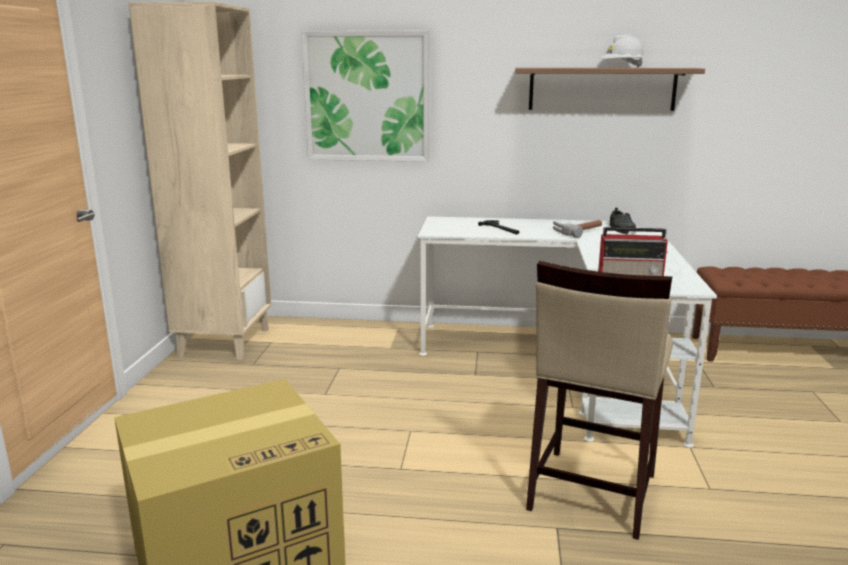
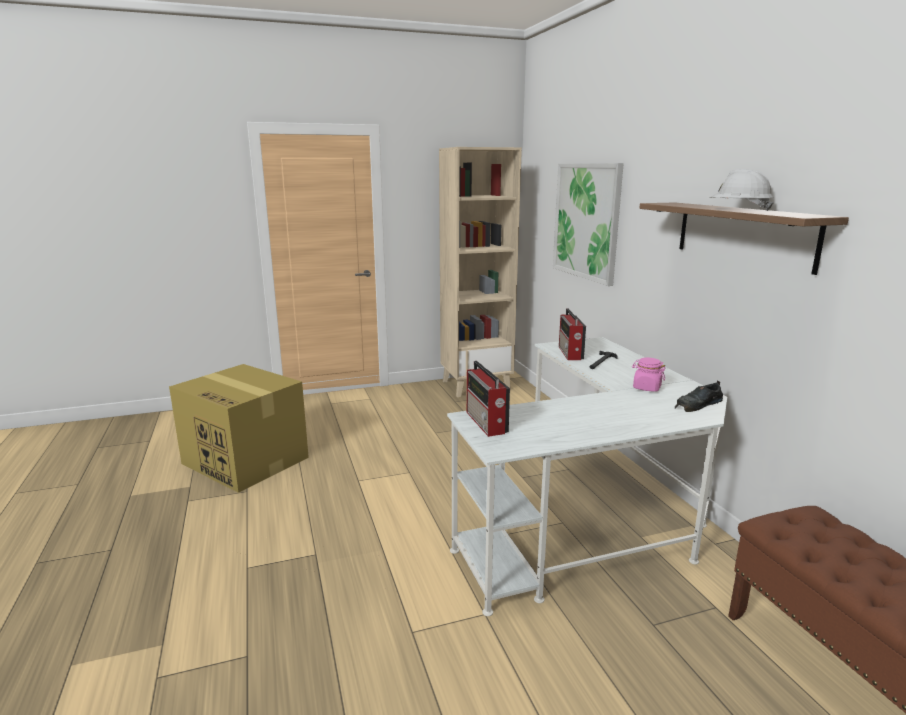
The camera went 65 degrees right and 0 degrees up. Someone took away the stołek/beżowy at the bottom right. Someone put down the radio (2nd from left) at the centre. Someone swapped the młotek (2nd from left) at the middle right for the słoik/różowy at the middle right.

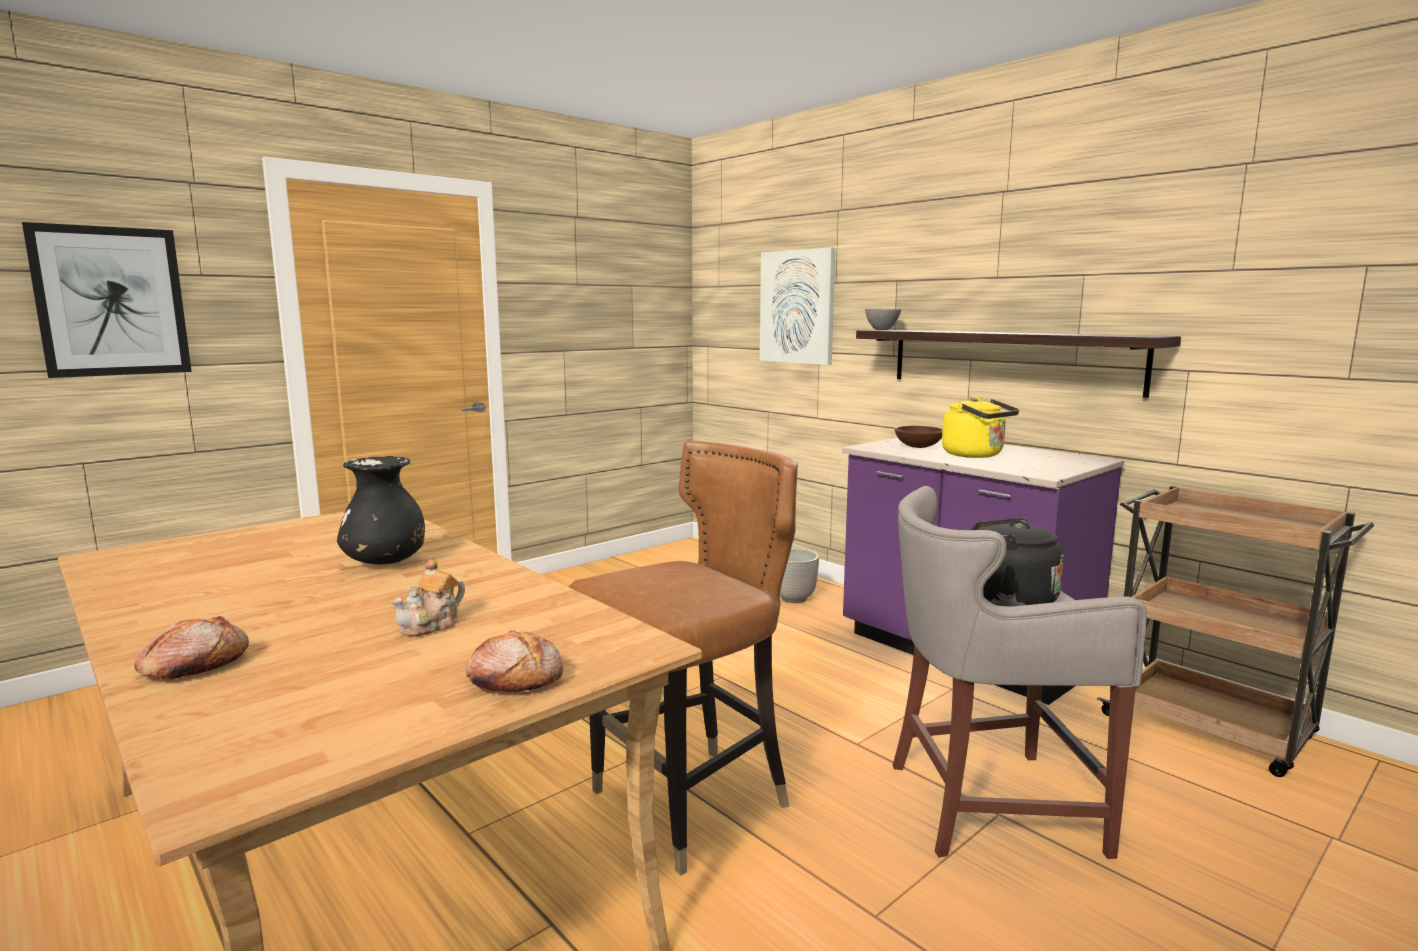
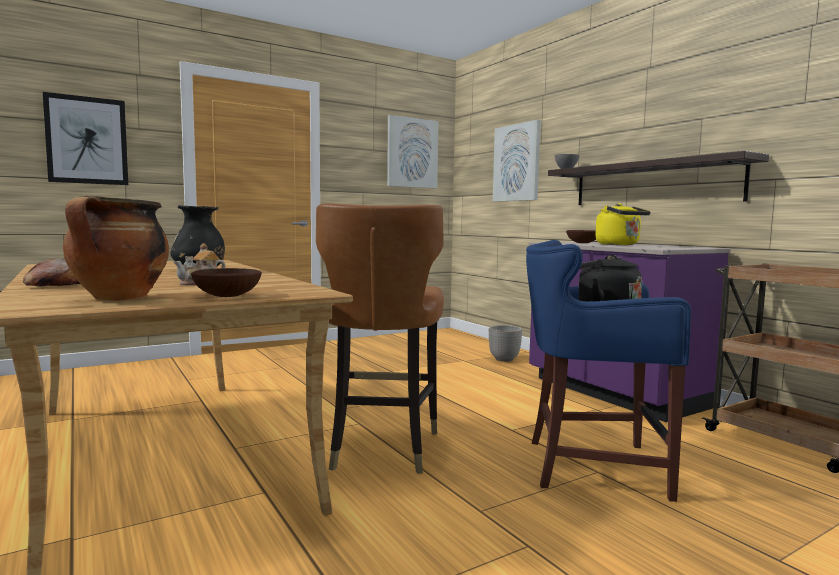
The camera went 10 degrees right and 5 degrees down. Someone put down the garnek at the middle left. Someone put up the obraz (2nd from left) at the top centre. Someone swapped the chleb (2nd from left) at the bottom centre for the miska/brązowy (1st from left) at the middle left. Someone repainted the stołek/szary at the bottom right, which became the stołek/niebieski at the middle right. Someone rotated the krzesło/brązowy at the bottom centre by 120 degrees clockwise.

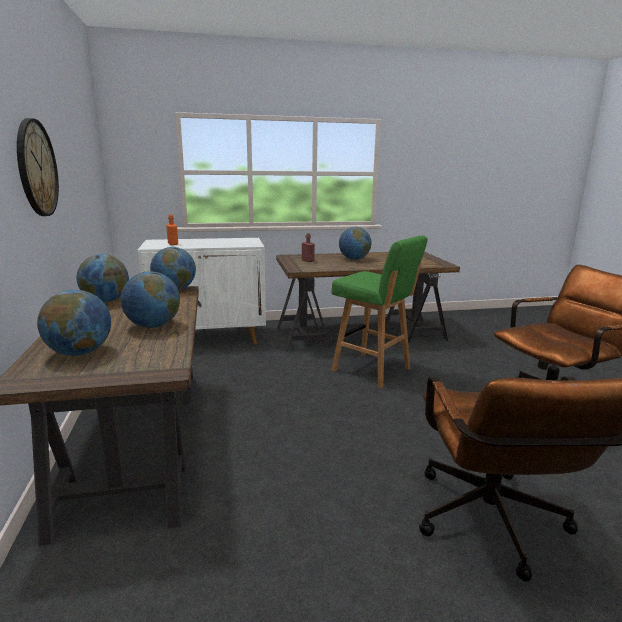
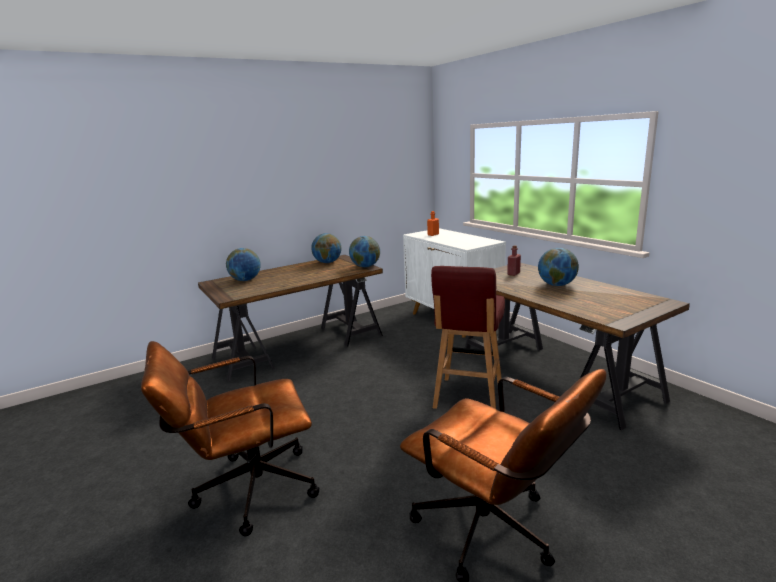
The camera went 70 degrees right and 0 degrees up. Someone took away the zegar ścienny at the top left. Someone took away the globus (3rd from left) at the middle left. Someone repainted the stołek/zielony at the centre, which became the stołek/czerwony at the centre.

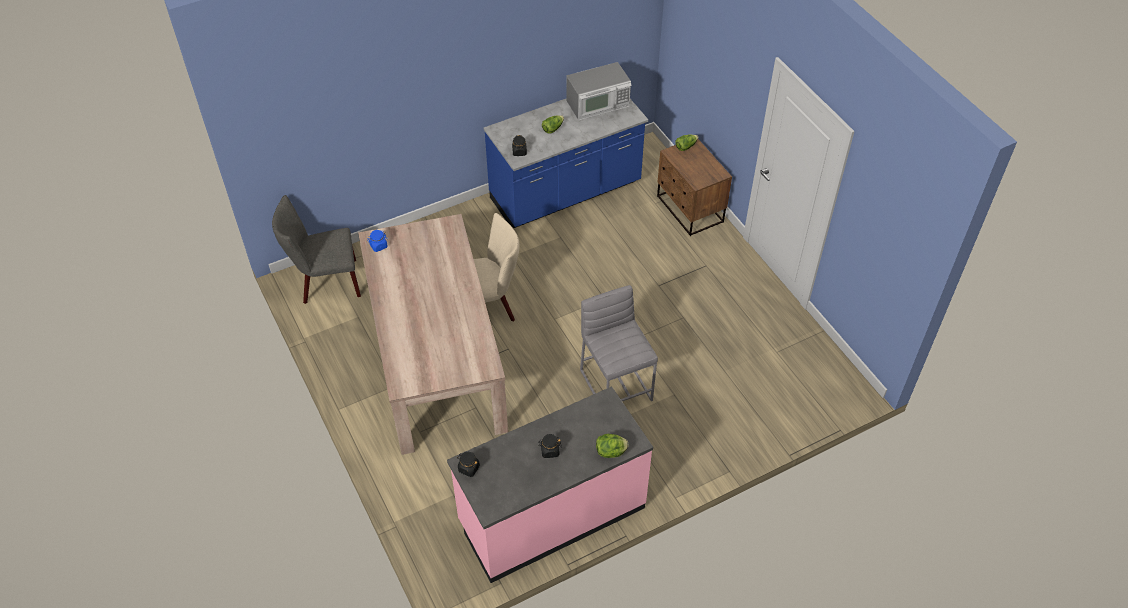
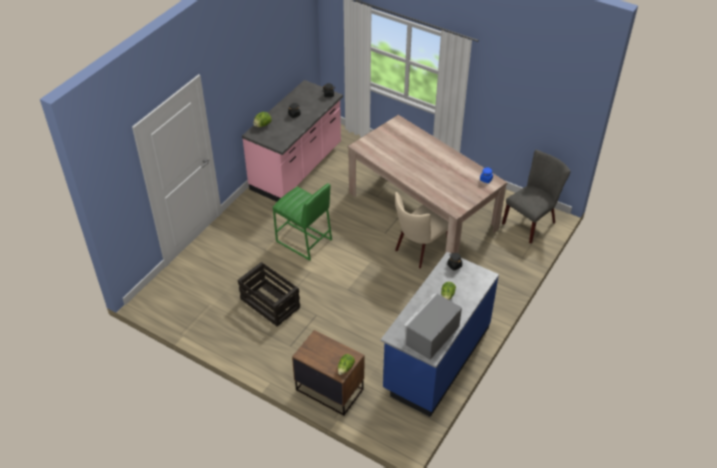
The camera went 150 degrees right and 5 degrees down. Someone put down the skrzynka at the centre. Someone repainted the stołek/szary at the centre, which became the stołek/zielony at the centre.

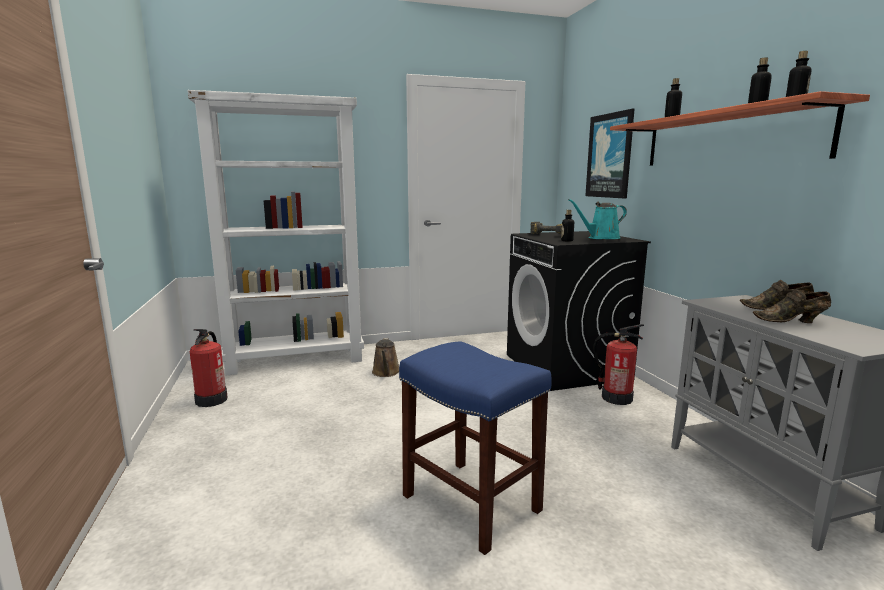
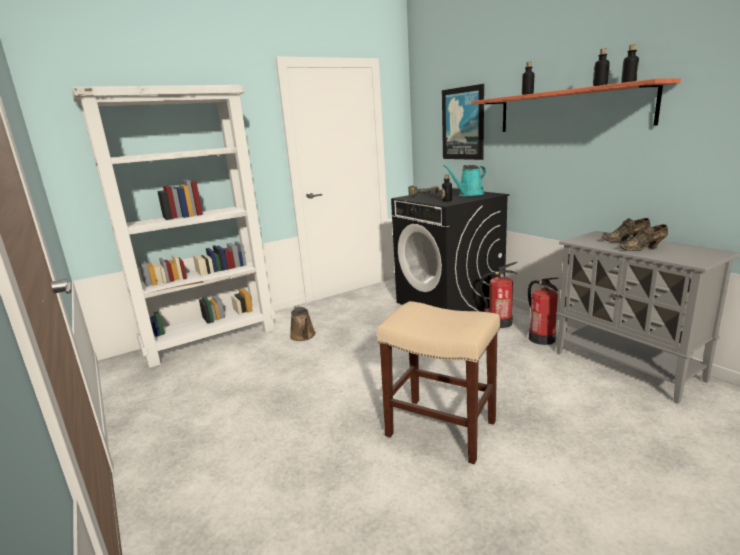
The camera went 15 degrees left and 5 degrees up. Someone carried the gaśnica (1st from left in the first image) from the middle left to the middle right. Someone repainted the stołek/niebieski at the bottom centre, which became the stołek/beżowy at the bottom centre.

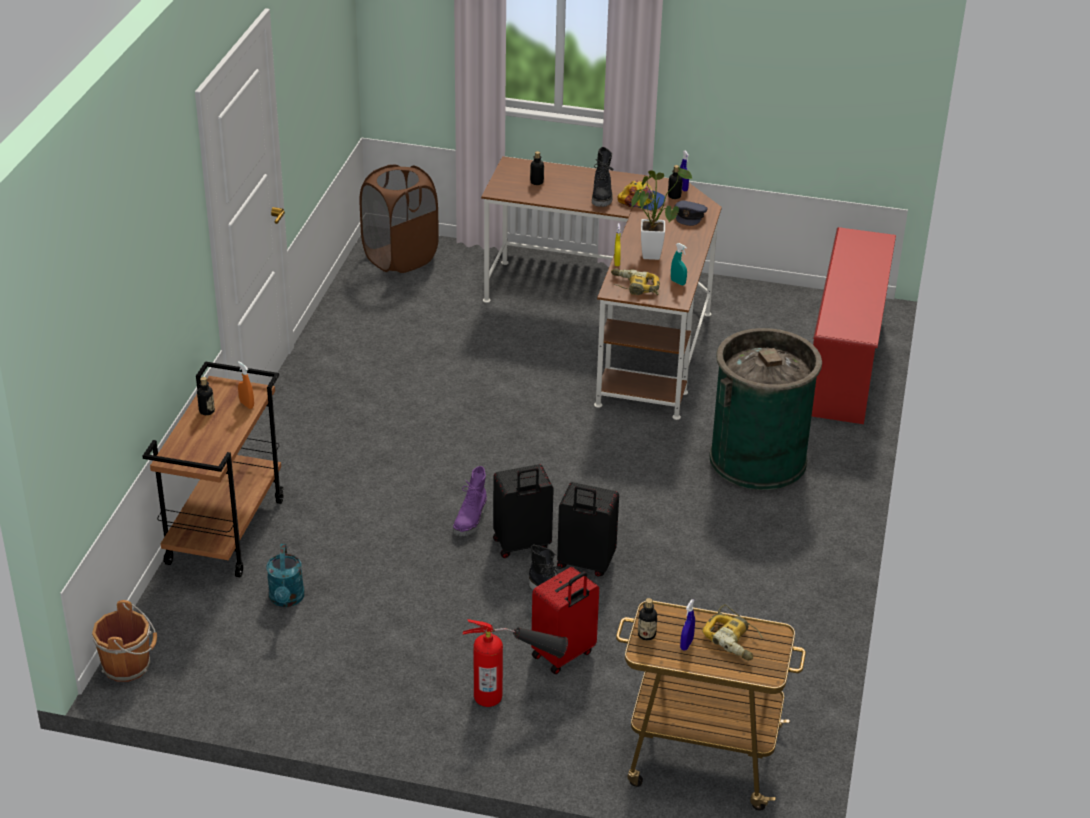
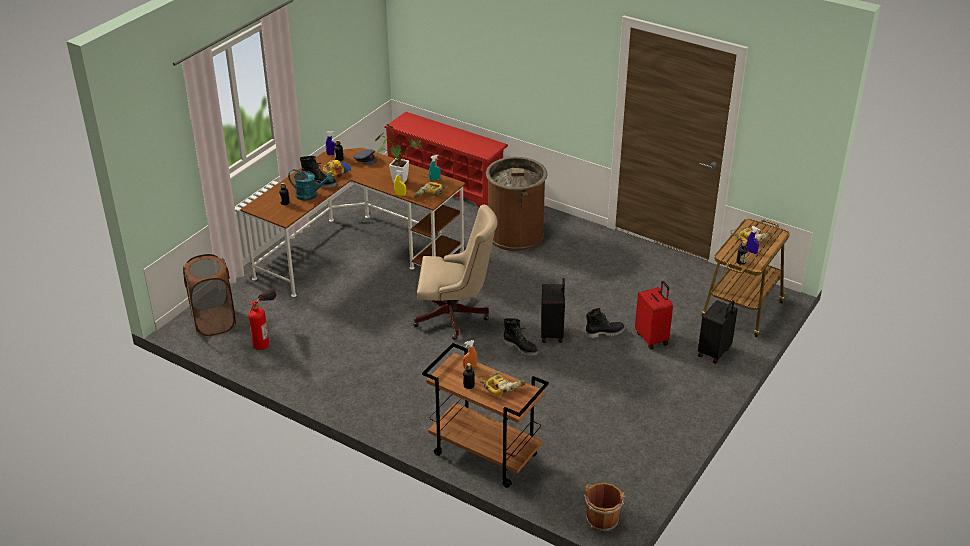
The camera went 70 degrees left and 0 degrees up. Someone put down the krzesło biurowe/beżowy at the centre. Someone put down the wiertarka (2nd from left) at the bottom centre. Someone carried the konewka/turkusowy from the bottom left to the middle left. Someone carried the gaśnica from the bottom centre to the middle left. Someone carried the walizka/czarny (2nd from left) from the centre to the middle right. Someone repainted the but z cholewką/fioletowy at the centre, which became the but z cholewką/czarny (2nd from left) at the centre. Someone repainted the kosz na śmieci/zielony at the middle right, which became the kosz na śmieci/brązowy at the centre.

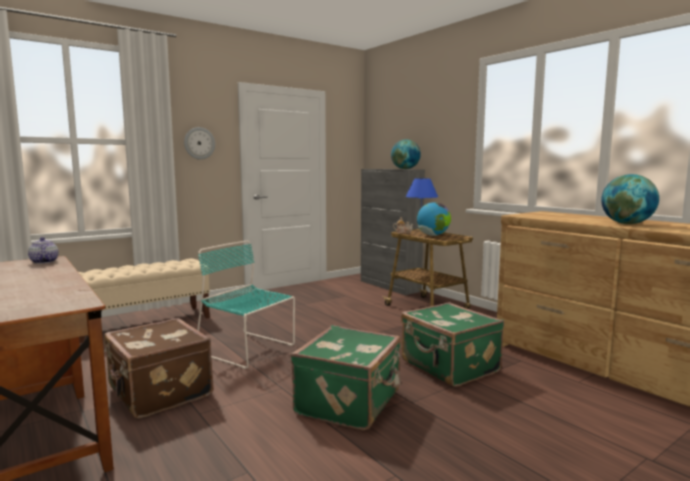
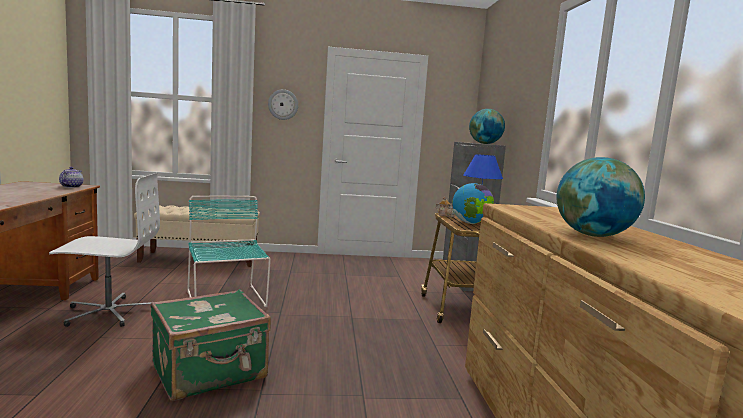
The camera went 30 degrees right and 0 degrees up. Someone took away the walizka/zielony (2nd from left) at the bottom centre. Someone swapped the walizka/brązowy at the bottom left for the krzesło biurowe/biały at the middle left.

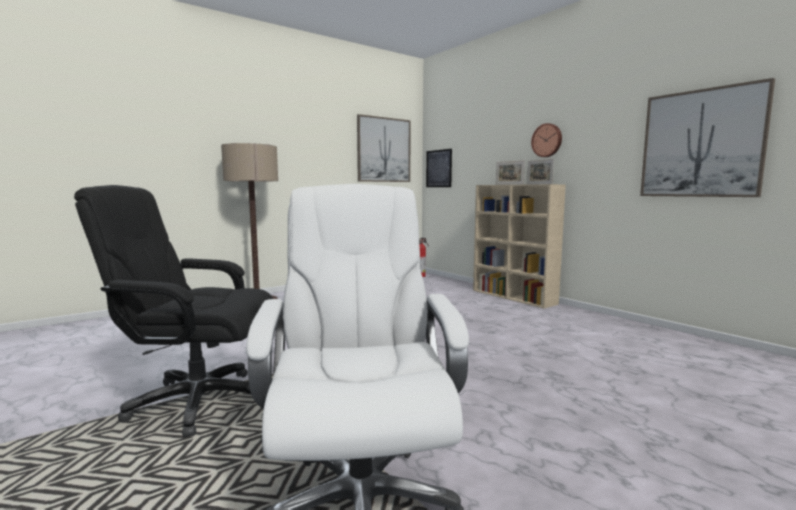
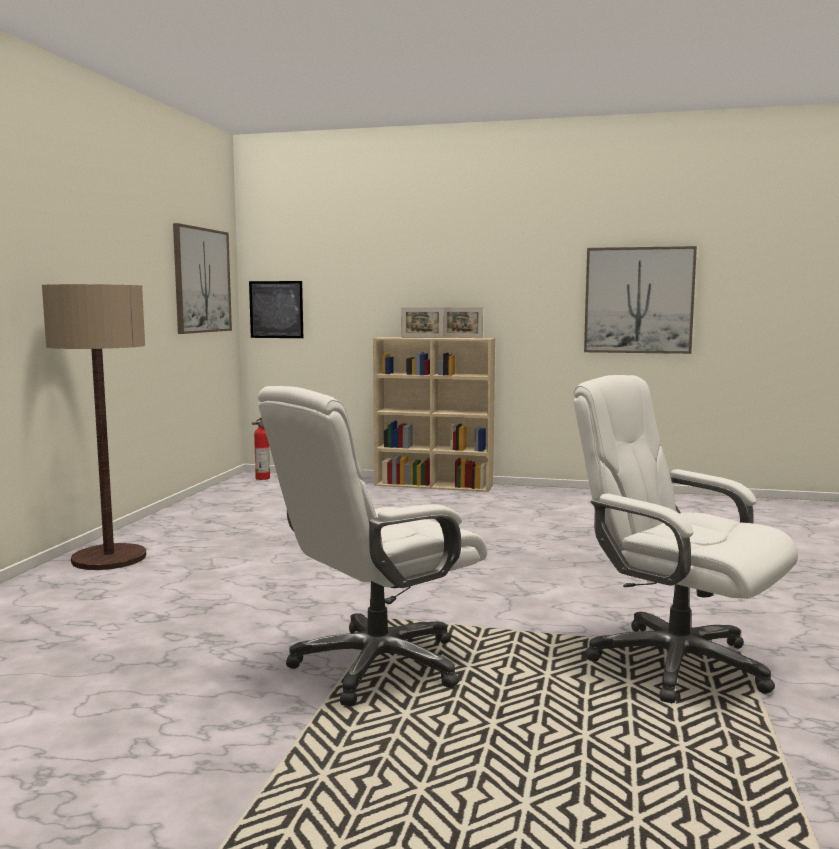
The camera went 40 degrees left and 0 degrees up. Someone took away the zegar ścienny at the top right. Someone repainted the krzesło biurowe/czarny at the middle left, which became the krzesło biurowe/biały (1st from left) at the centre.

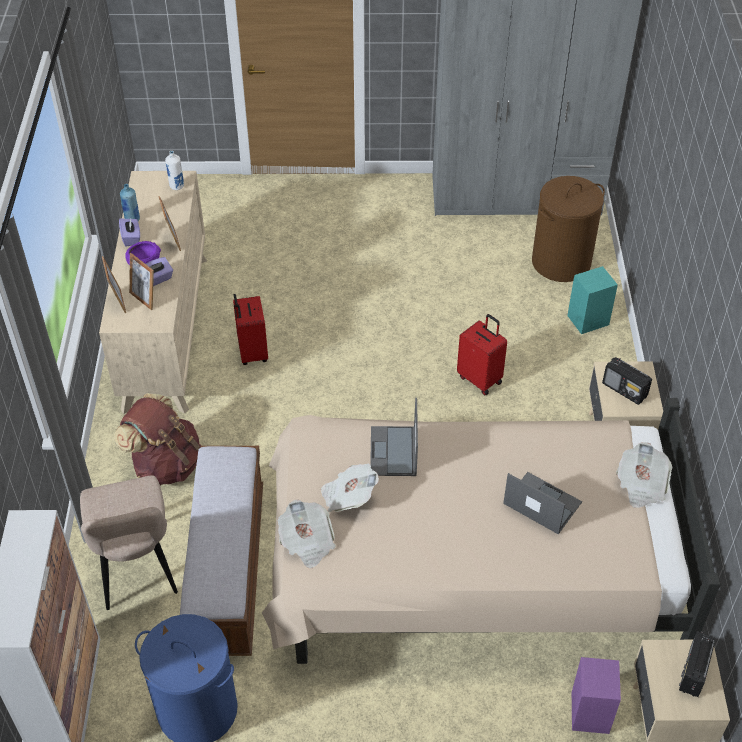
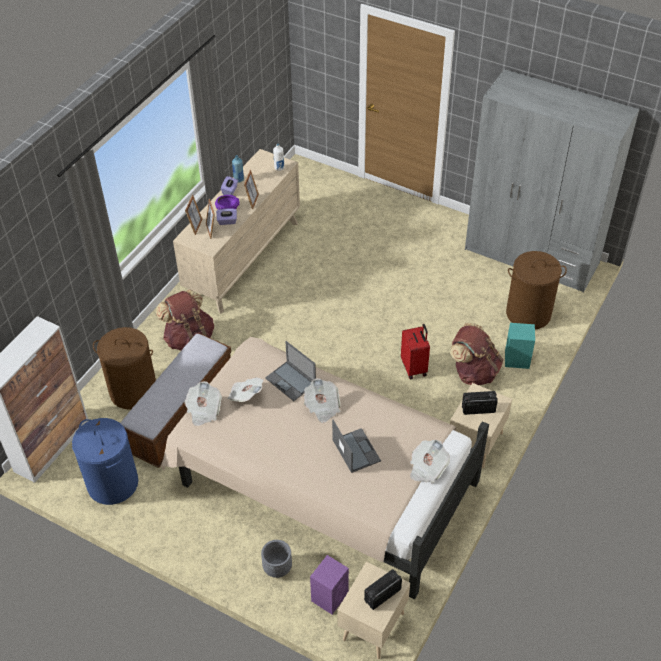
The camera went 30 degrees right and 0 degrees up. Someone took away the walizka/czerwony (1st from left) at the centre. Someone put down the donica/szary at the bottom centre. Someone put down the gazeta (3rd from left) at the centre. Someone put down the plecak/brązowy (2nd from left) at the middle right. Someone swapped the krzesło/beżowy at the bottom left for the kosz na pranie/brązowy (1st from left) at the middle left. Someone rotated the laptop (1st from left) at the centre by 75 degrees counterclockwise. Someone rotated the radio (1st from left in the first image) at the middle right by 105 degrees clockwise.

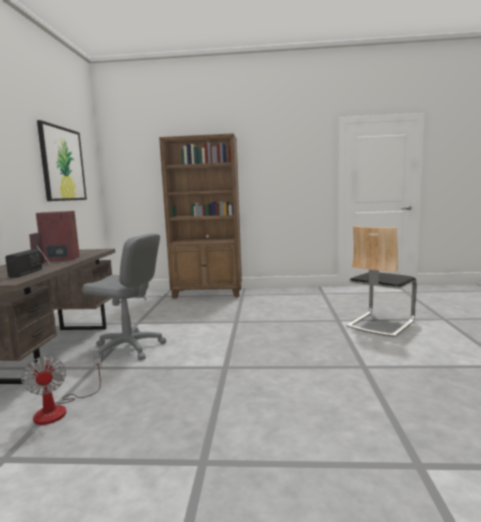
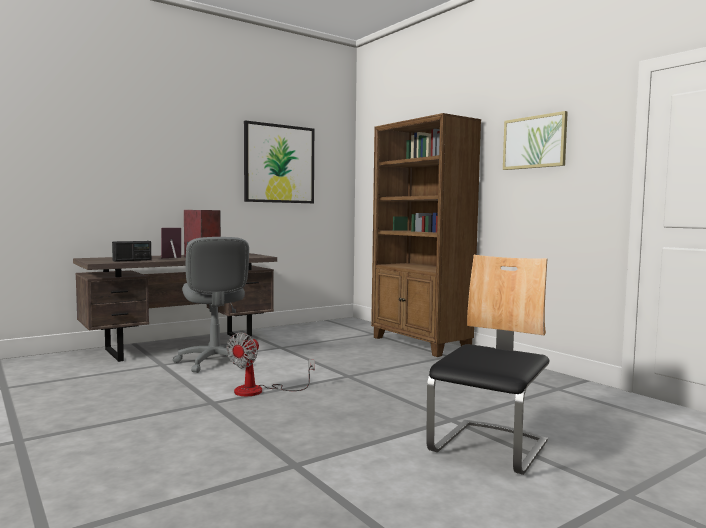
The camera went 50 degrees right and 5 degrees down. Someone put up the obraz (2nd from left) at the top right. Someone carried the wentylator from the bottom left to the bottom centre. Someone rotated the krzesło at the middle right by 120 degrees clockwise.

